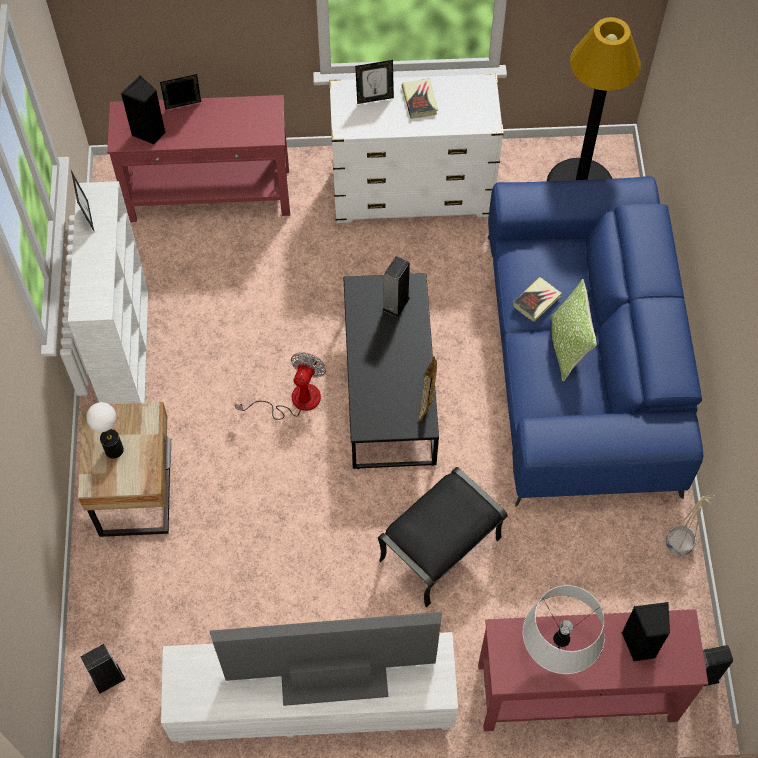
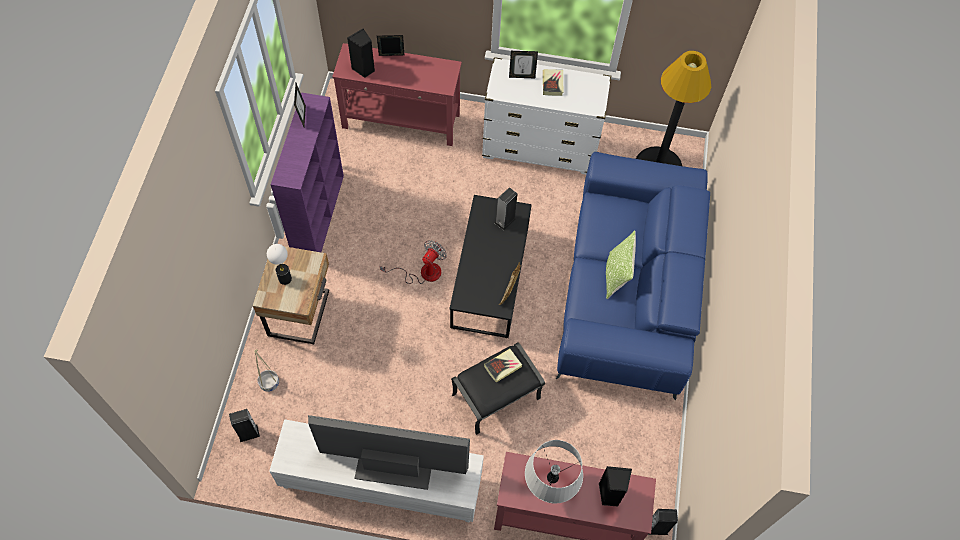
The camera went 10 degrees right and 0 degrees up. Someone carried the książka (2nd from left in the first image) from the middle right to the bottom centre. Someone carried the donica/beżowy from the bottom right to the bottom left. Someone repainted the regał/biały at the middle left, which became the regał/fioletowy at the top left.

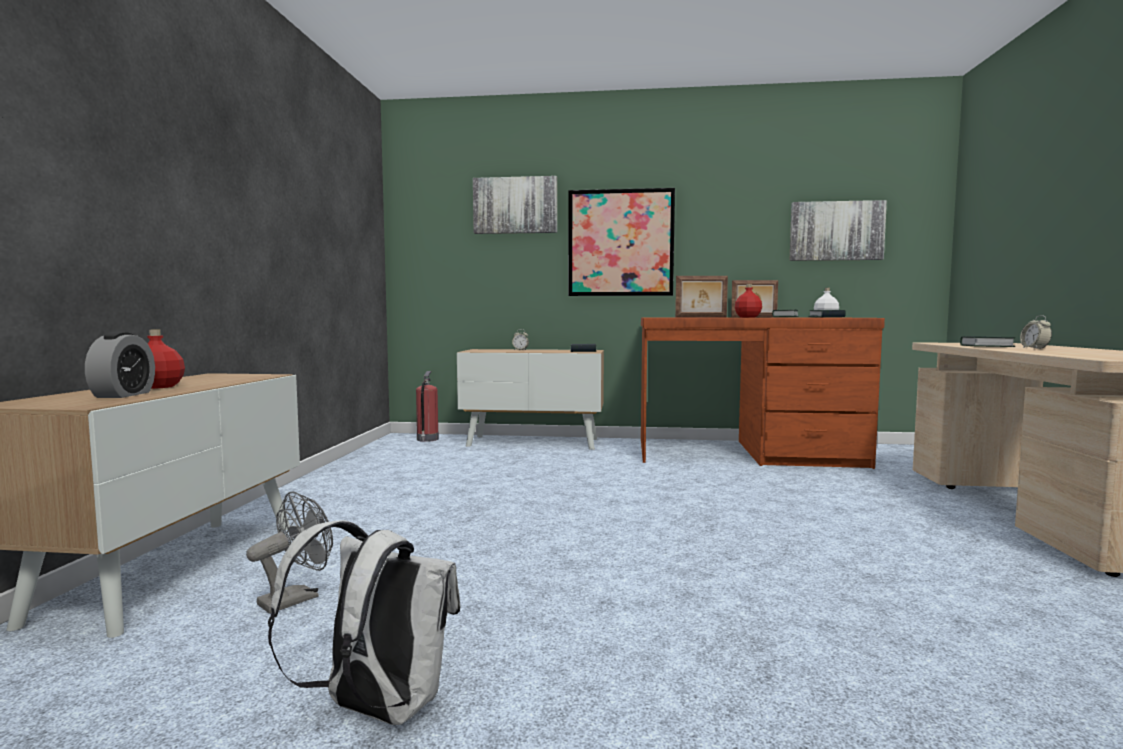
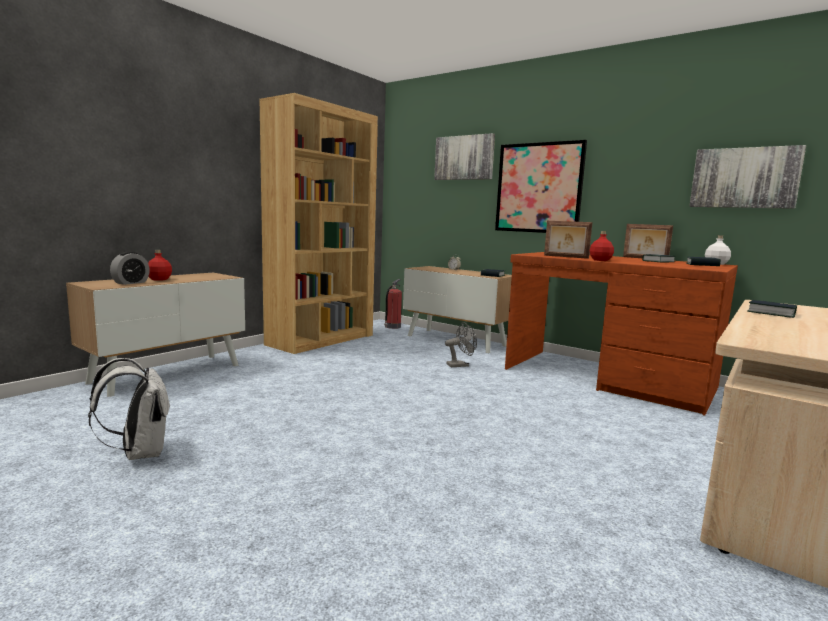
The camera went 30 degrees right and 5 degrees up. Someone took away the budzik (3rd from left) at the middle right. Someone put down the regał/brązowy at the centre. Someone carried the wentylator/szary from the bottom left to the centre.

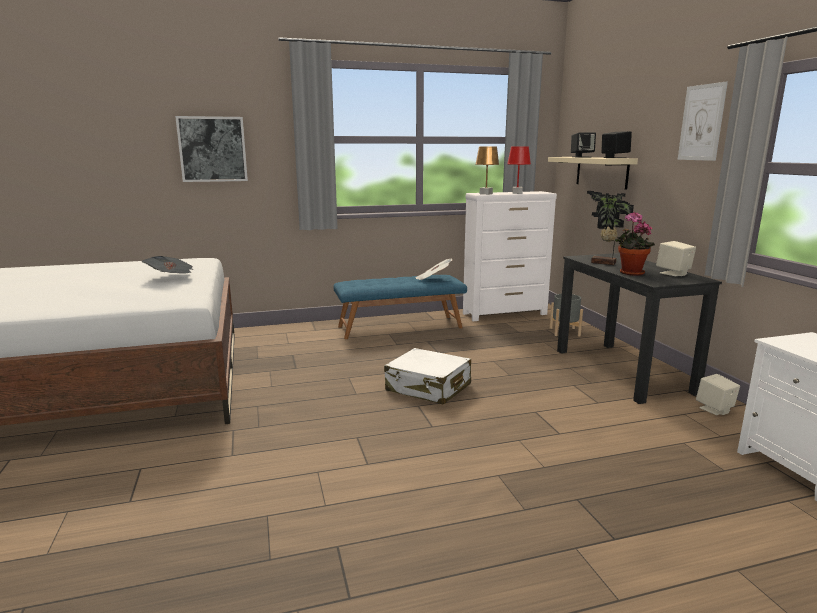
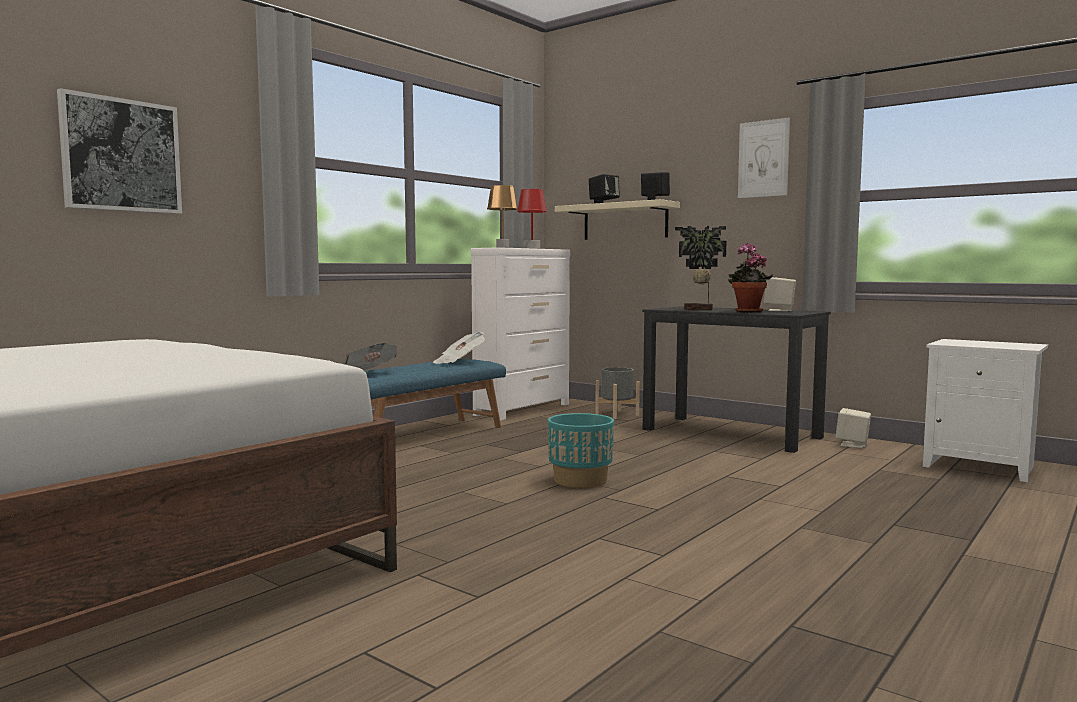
The camera went 35 degrees left and 10 degrees down. Someone carried the gazeta (1st from left) from the middle left to the centre. Someone swapped the walizka/biały at the centre for the donica/turkusowy at the centre.

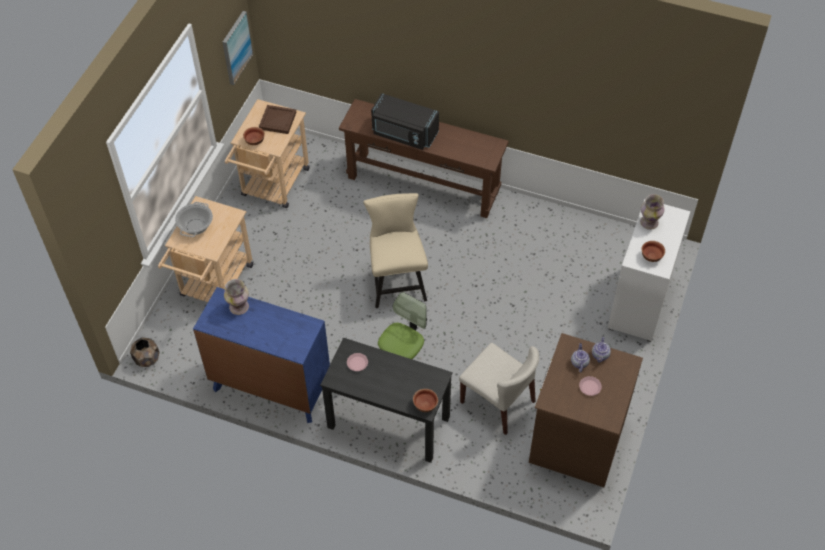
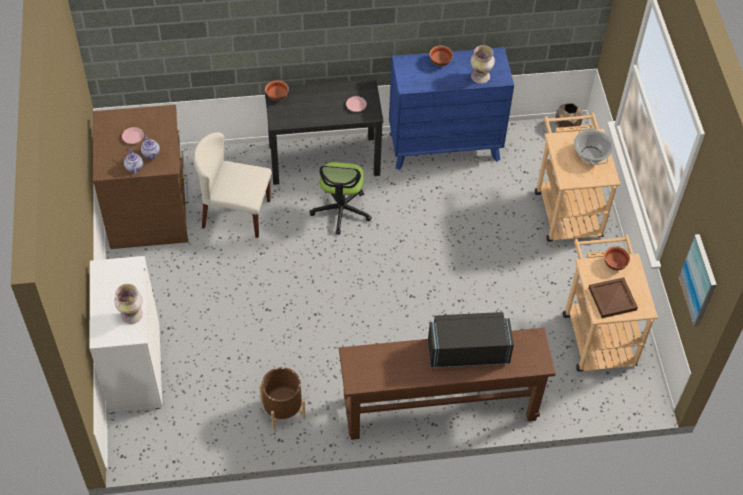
The camera went 150 degrees right and 0 degrees up. Someone took away the krzesło/beżowy (1st from left) at the centre. Someone put down the donica/brązowy (1st from left) at the bottom centre. Someone carried the miska (3rd from left in the first image) from the middle right to the top centre.

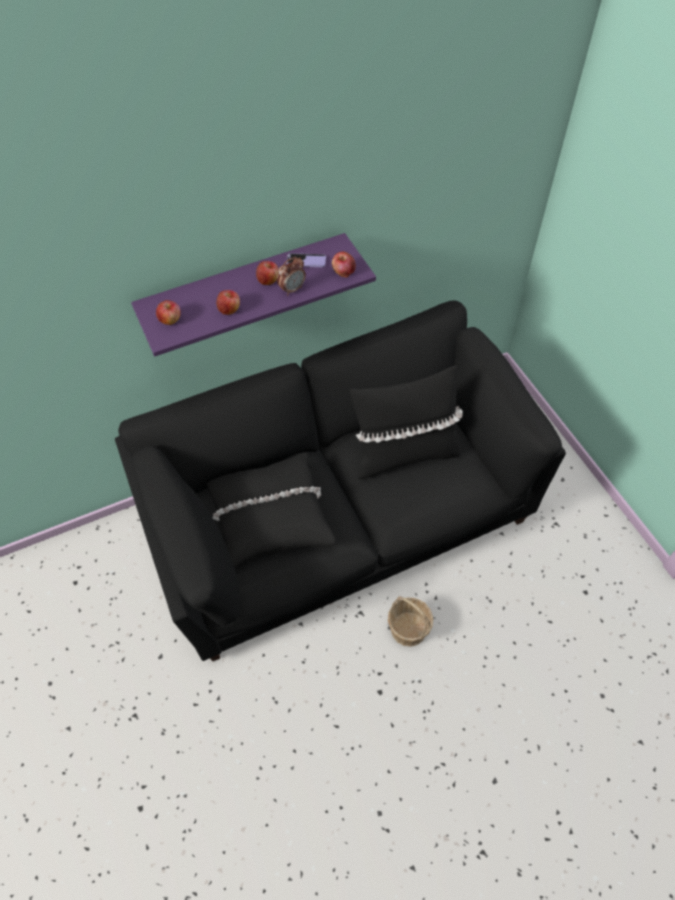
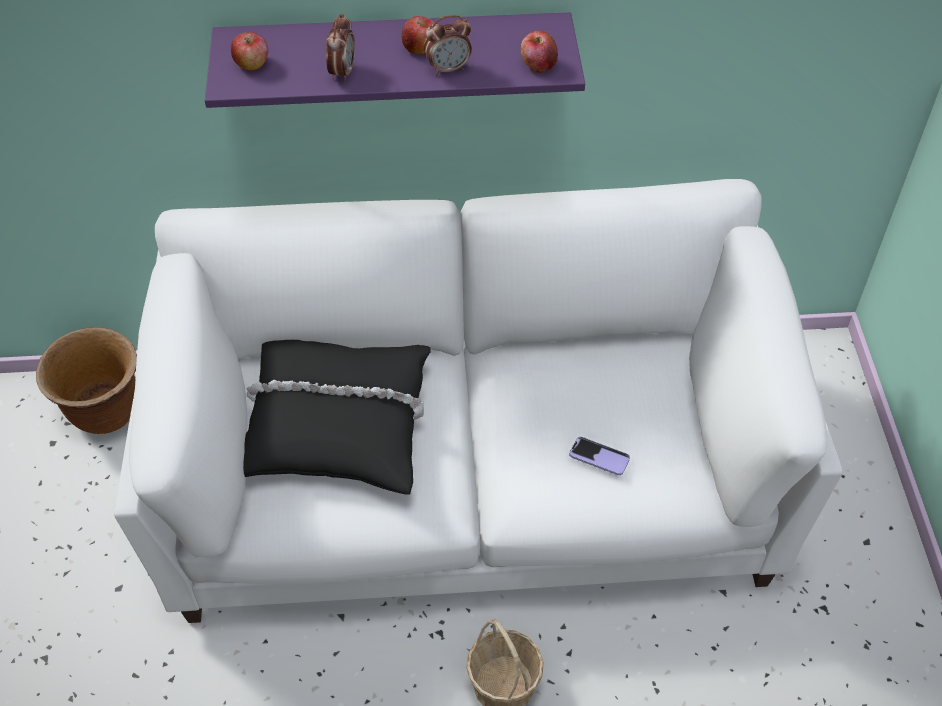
The camera went 20 degrees right and 5 degrees down. Someone took away the poduszka/czarny (2nd from left) at the centre. Someone put down the donica/brązowy at the middle left. Someone carried the telefon from the top centre to the centre. Someone swapped the jabłko (2nd from left) at the centre for the budzik (1st from left) at the top centre. Someone repainted the kanapa/czarny at the centre, which became the kanapa/biały at the centre.

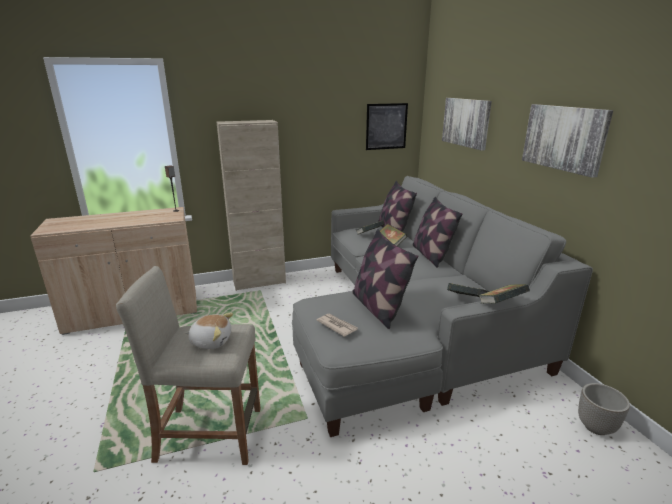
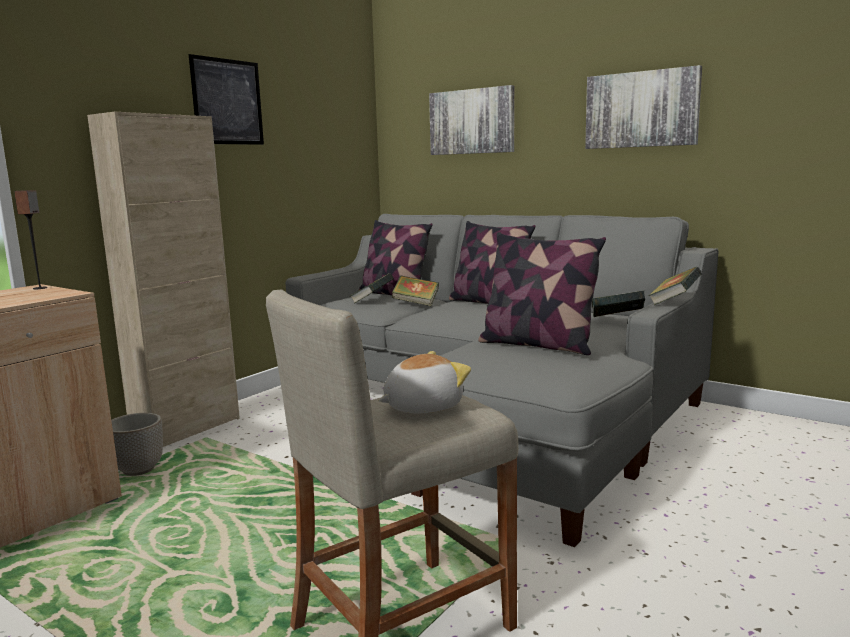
The camera went 35 degrees left and 10 degrees down. Someone took away the gazeta at the centre. Someone carried the obraz (1st from left) from the top centre to the top left. Someone carried the donica from the bottom right to the bottom left.

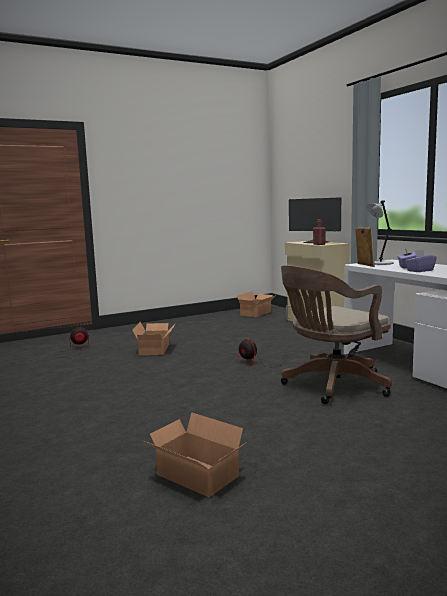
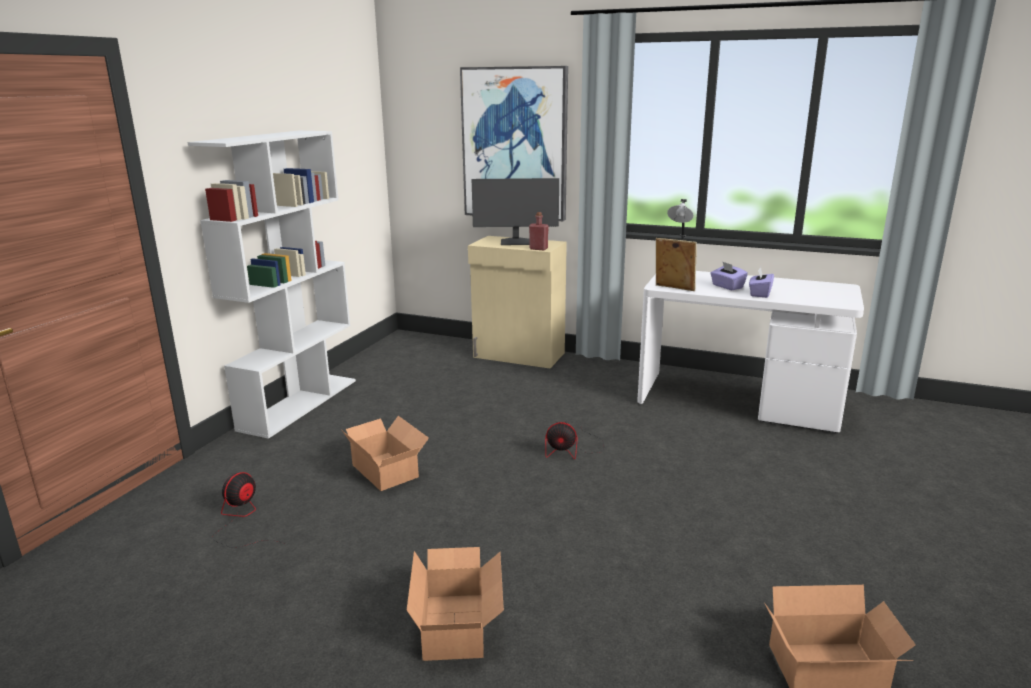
The camera went 40 degrees left and 10 degrees up. Someone took away the krzesło biurowe/brązowy at the middle right. Someone put down the regał/biały at the middle left. Someone put up the obraz at the top centre. Someone carried the karton (3rd from left in the first image) from the centre to the bottom centre.

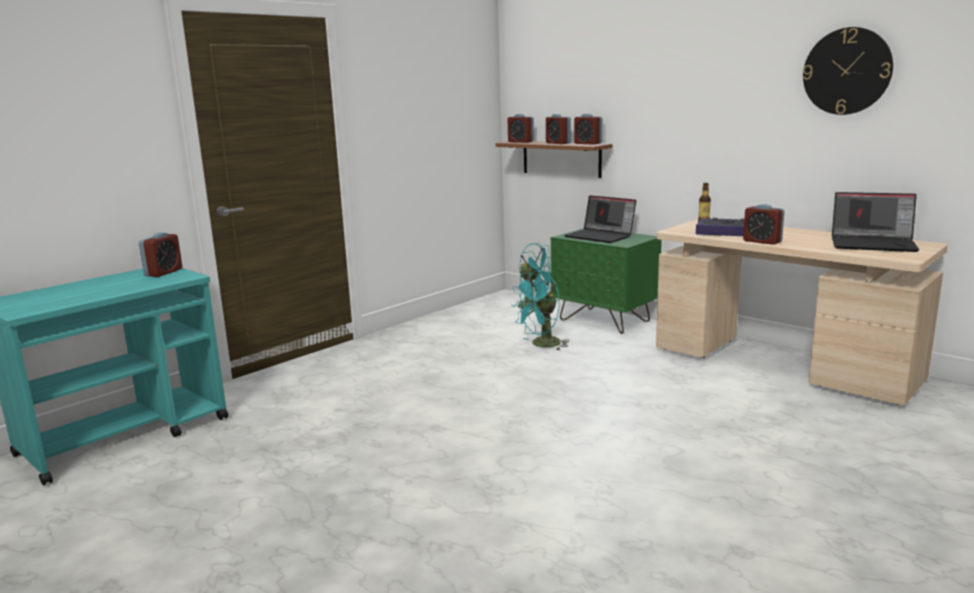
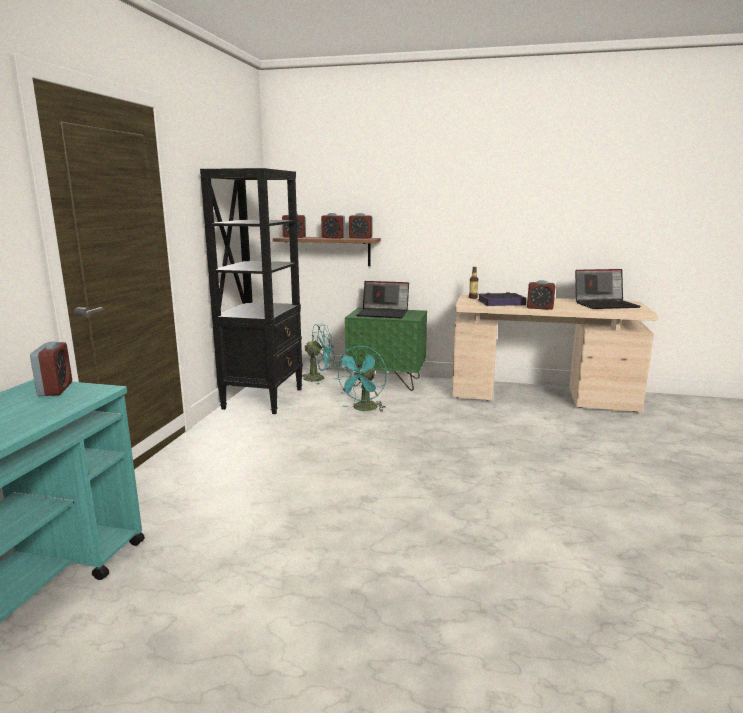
The camera went 30 degrees left and 0 degrees up. Someone took away the zegar ścienny at the top right. Someone put down the regał/czarny at the centre.

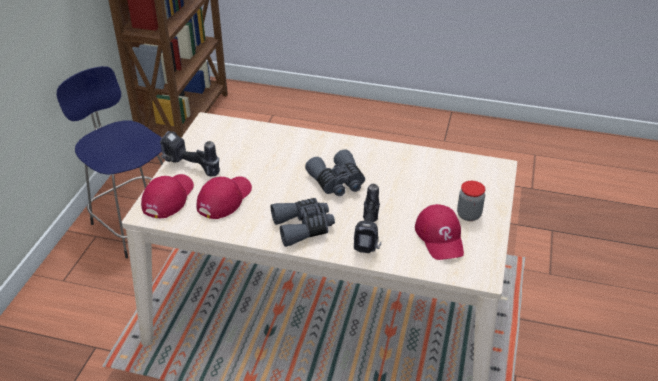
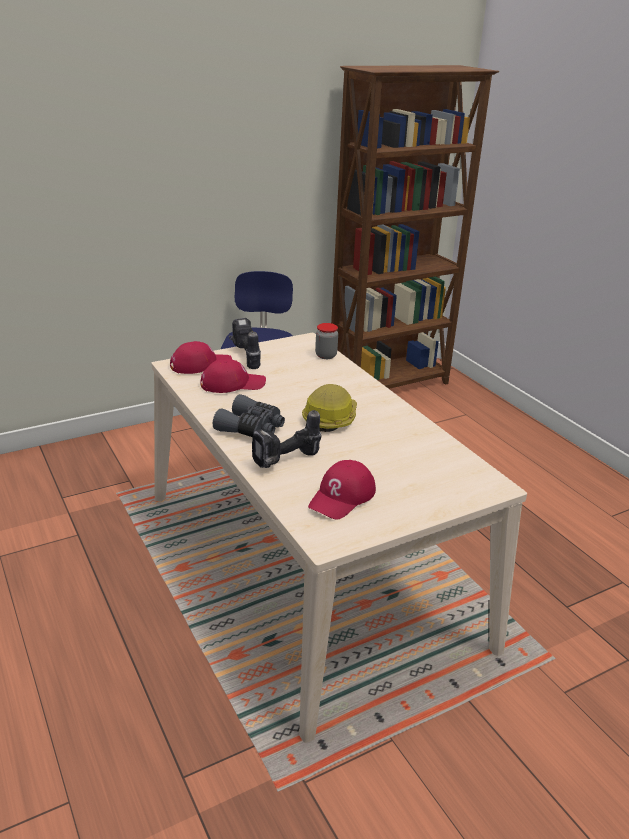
The camera went 45 degrees right and 10 degrees down. Someone carried the słoik from the middle right to the centre. Someone swapped the lornetka/szary (2nd from left) at the centre for the kask at the centre.

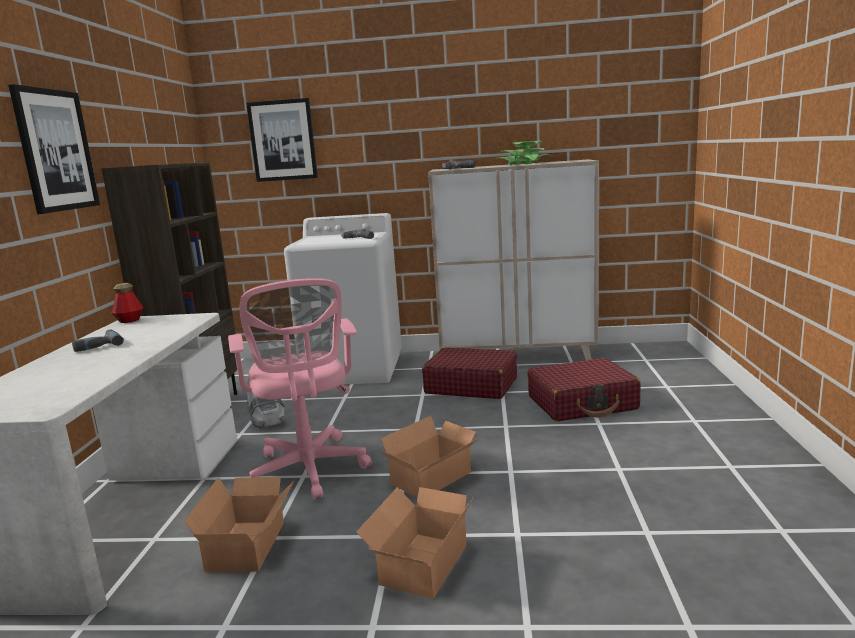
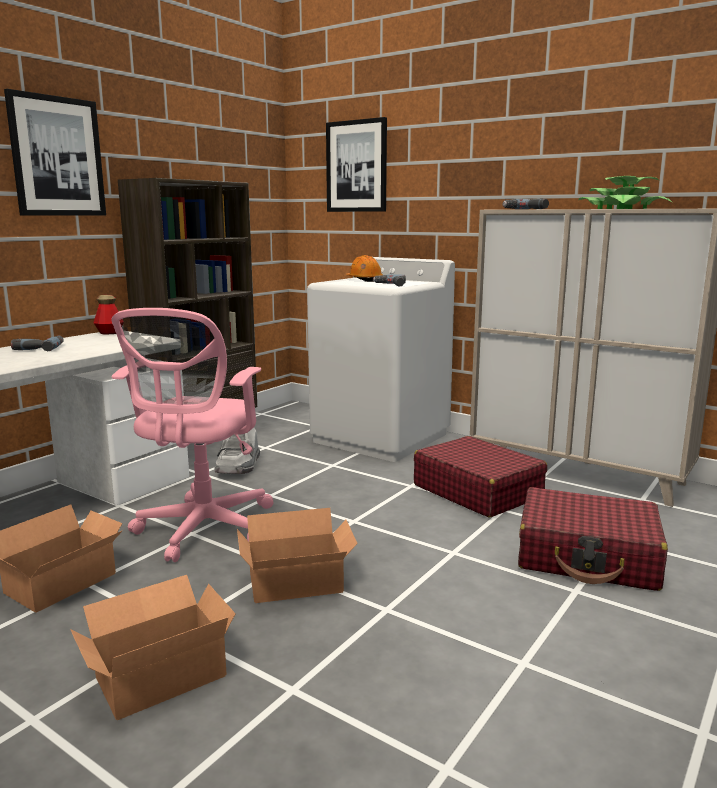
The camera went 30 degrees right and 0 degrees up. Someone put down the kask/pomarańczowy at the centre.

